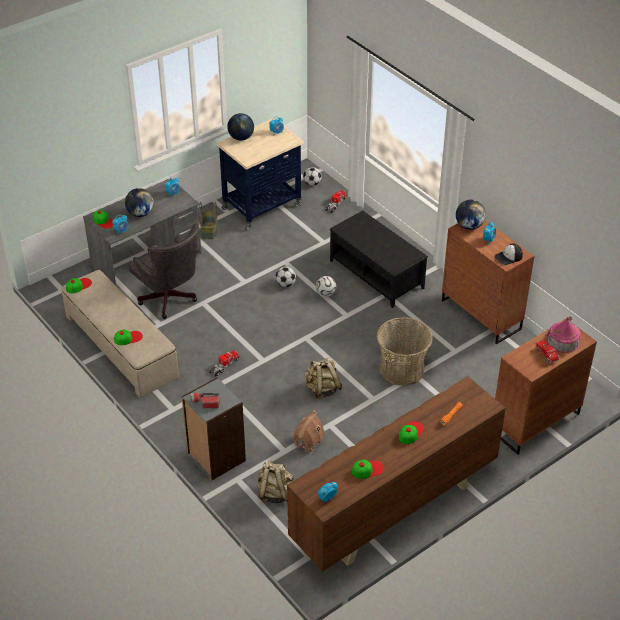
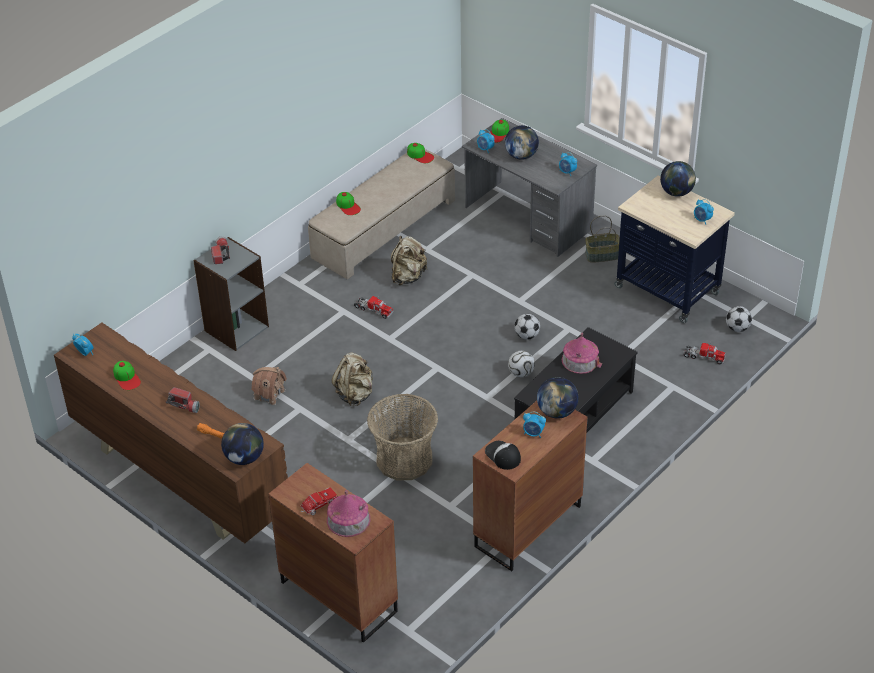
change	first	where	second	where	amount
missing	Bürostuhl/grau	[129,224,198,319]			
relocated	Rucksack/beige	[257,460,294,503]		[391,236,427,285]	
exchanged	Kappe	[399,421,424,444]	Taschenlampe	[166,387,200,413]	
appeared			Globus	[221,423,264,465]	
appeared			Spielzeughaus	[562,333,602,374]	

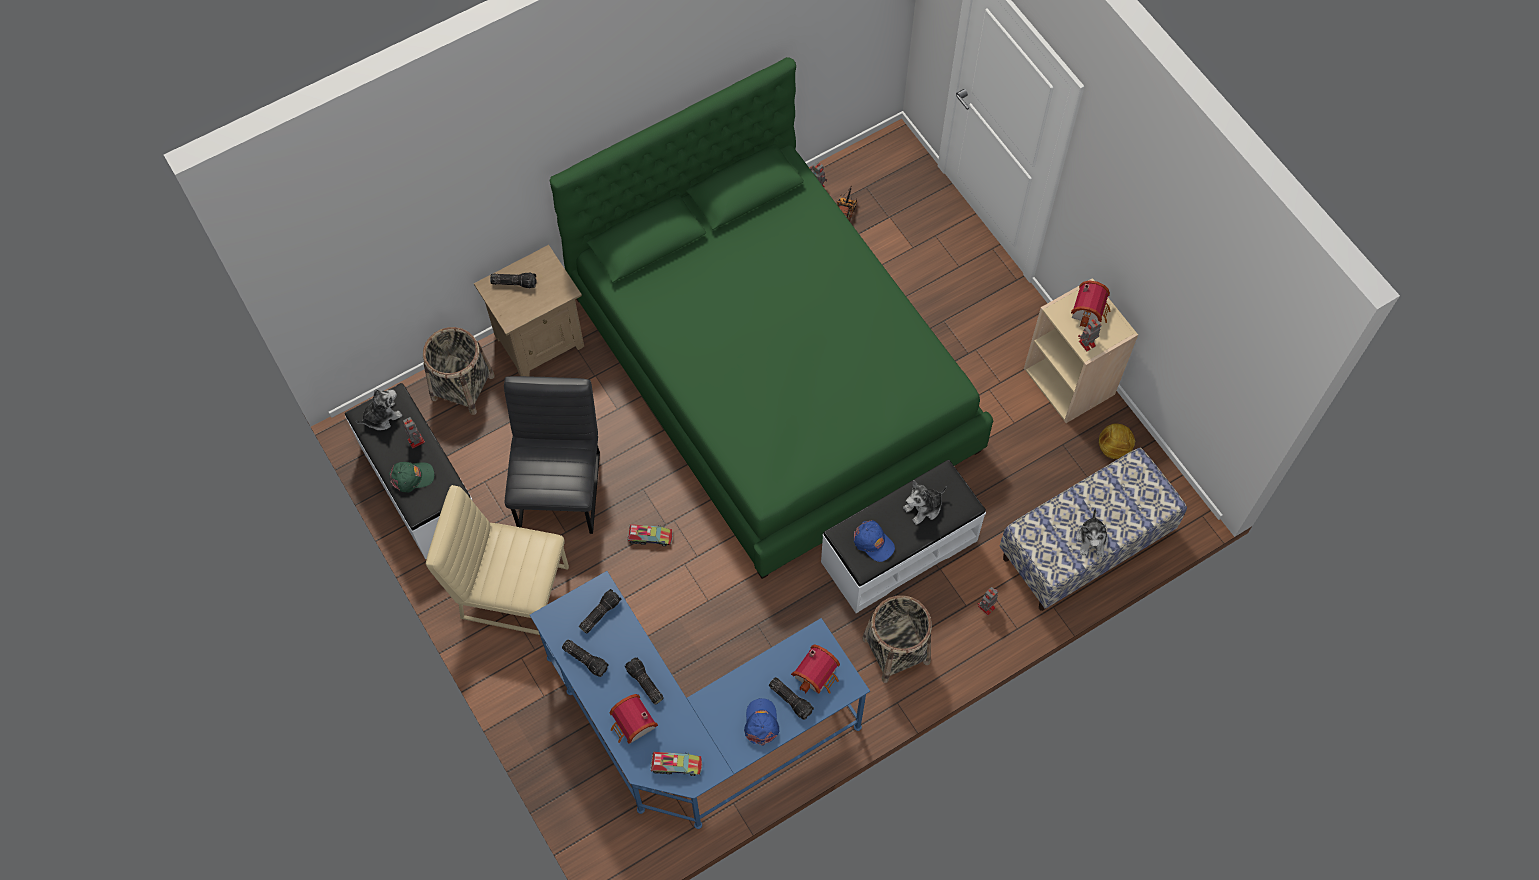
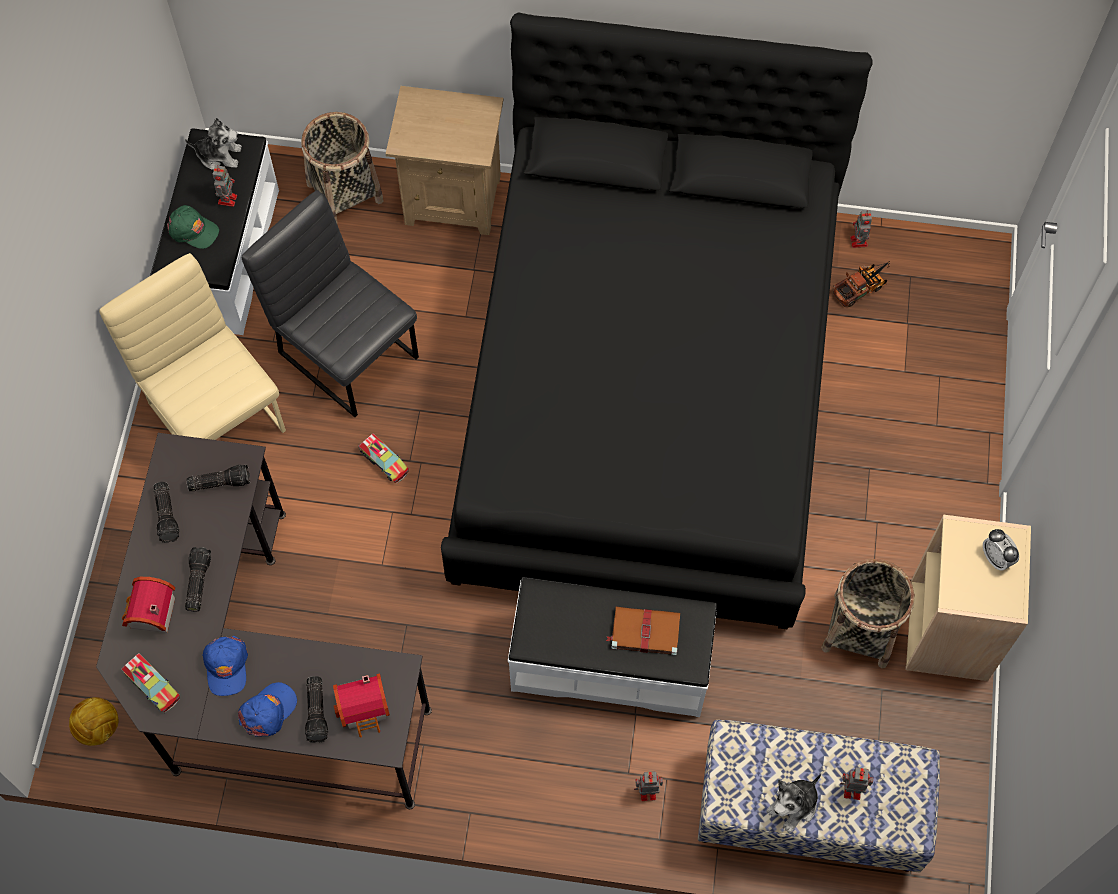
change	first	where	second	where	amount
missing	Taschenlampe	[490,273,537,288]			
spun	Stuhl/grau	[504,376,600,534]		[242,190,419,417]	90 degrees counterclockwise
colour	Schreibtisch/blau	[530,571,870,829]	Schreibtisch/schwarz	[96,433,432,809]	
colour	Bett/grün	[550,57,993,579]	Bett/schwarz	[441,12,873,629]	
relocated	Kappe/blau	[854,520,895,562]		[203,636,248,696]	
relocated	Korb	[862,595,932,683]		[821,559,915,668]	
exchanged	Plüschtier	[903,480,947,525]	Buch/braun	[606,606,680,656]	
exchanged	Spielzeughaus	[1071,280,1111,327]	Wecker	[983,529,1019,571]	
relocated	Spielzeugroboter	[1078,318,1101,351]		[840,767,873,800]	
relocated	Fußball	[1099,423,1136,459]		[69,697,118,746]	

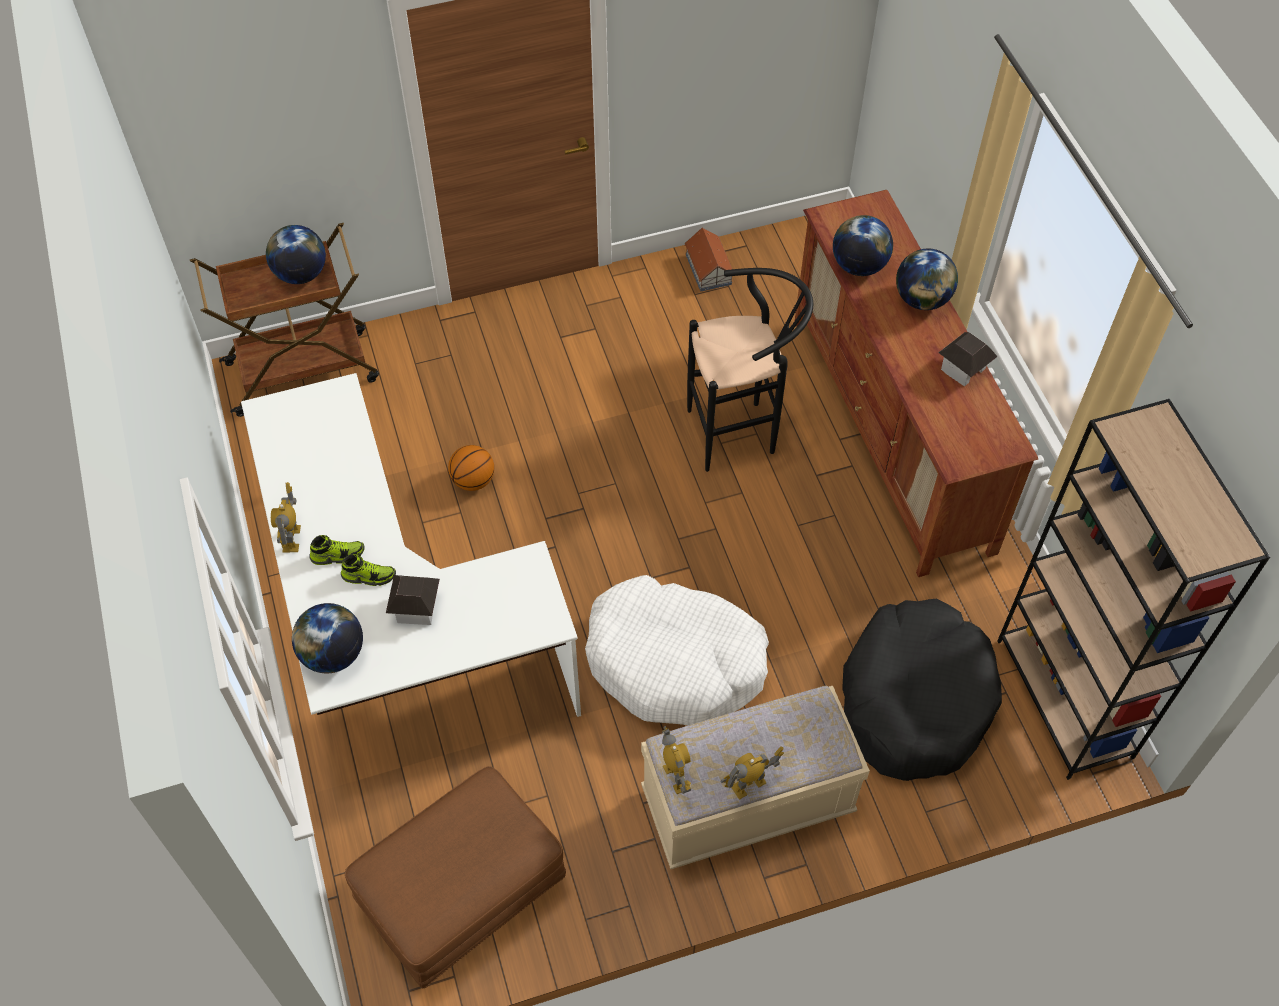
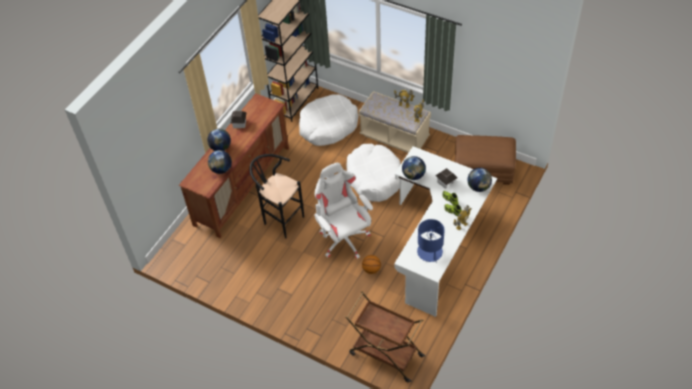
change	first	where	second	where	amount
relocated	Globus	[266,225,326,284]		[402,156,426,180]	
missing	Spielzeughaus	[684,228,732,291]			
colour	Hundebett/schwarz	[842,599,1002,781]	Hundebett/weiß	[299,94,359,146]	
appeared			Bürostuhl/weiß	[314,163,373,259]	
appeared			Tischlampe/blau	[417,219,445,263]	

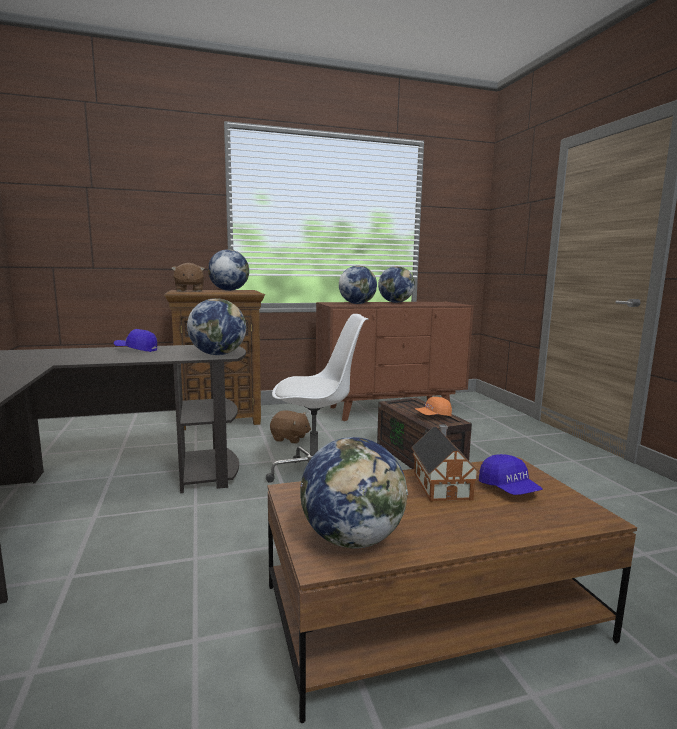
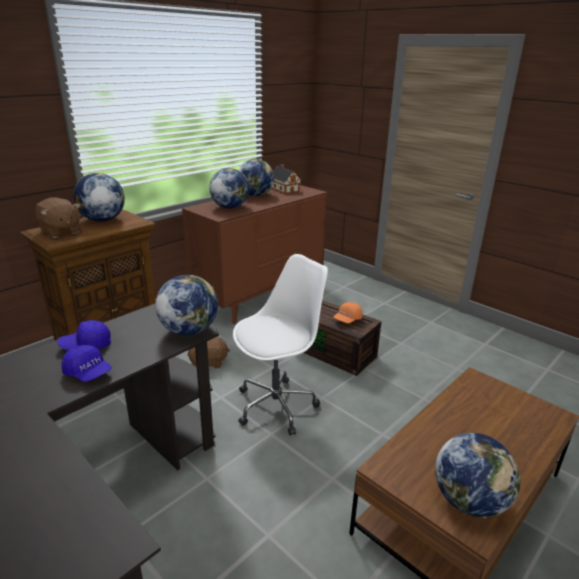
change	first	where	second	where	amount
relocated	Spielzeughaus	[411,424,480,502]		[272,164,301,194]	
relocated	Kappe/blau	[479,454,543,495]		[62,345,112,382]	

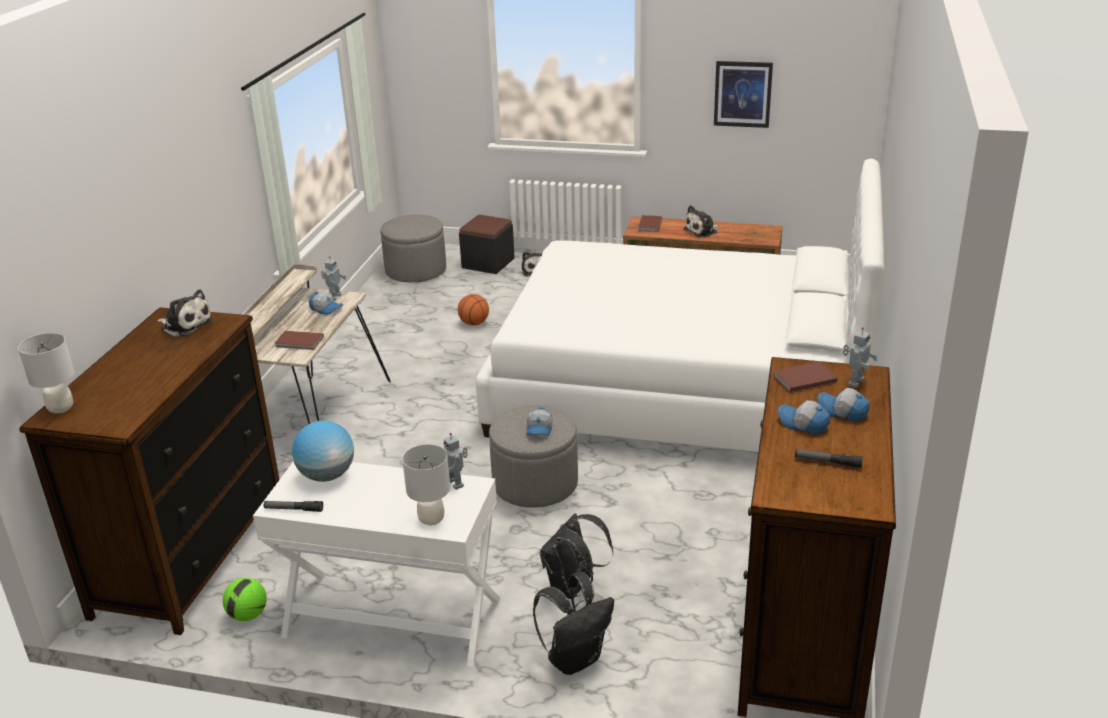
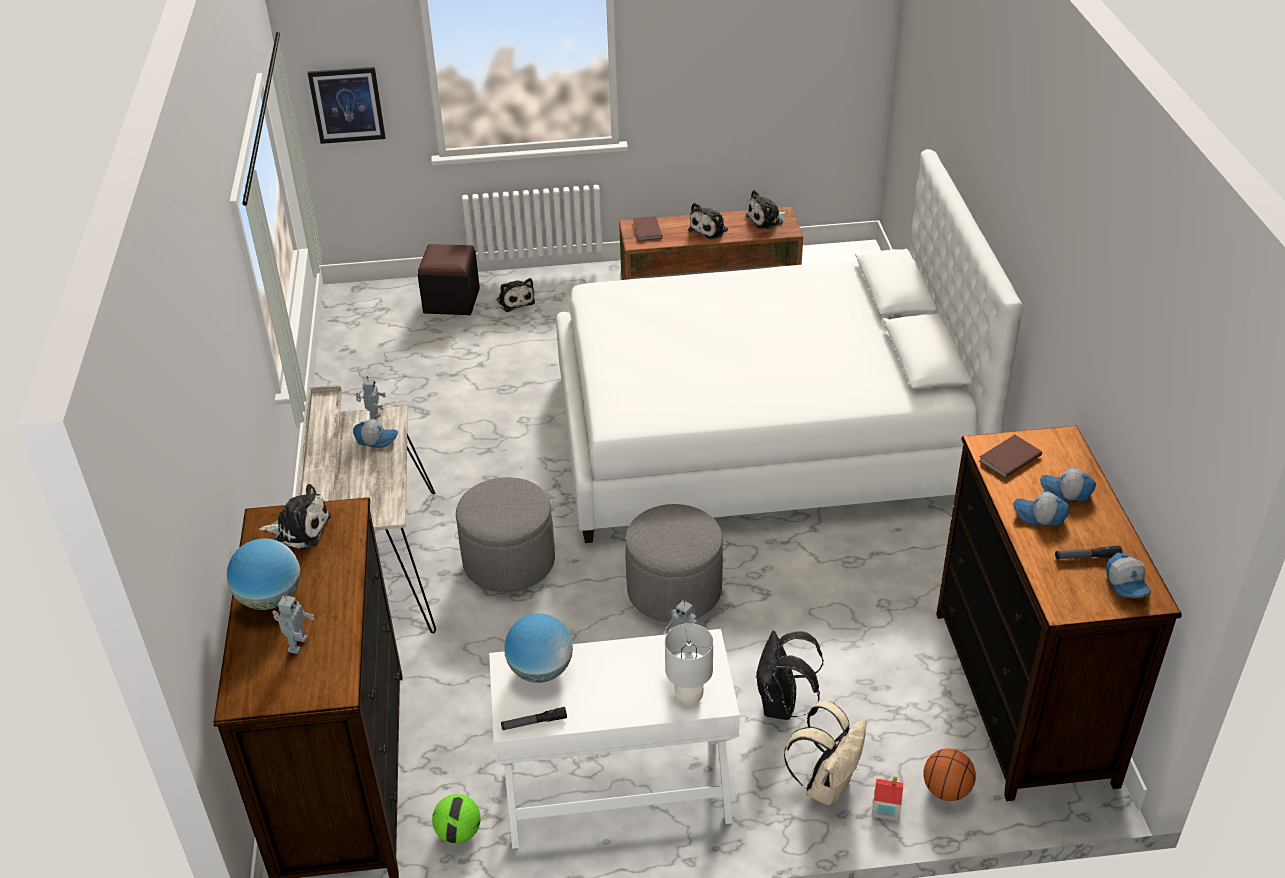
change	first	where	second	where	amount
missing	Tischlampe/grau	[18,333,74,414]			
missing	Buch/braun	[275,331,324,350]			
relocated	Polsterhocker/grau	[380,214,446,282]		[456,477,555,592]	
relocated	Basketball	[458,294,489,326]		[924,748,976,801]	
relocated	Kappe	[527,407,552,436]		[1106,553,1151,598]	
colour	Rucksack/schwarz	[533,572,614,675]	Rucksack/beige	[784,701,867,805]	
relocated	Bild	[714,61,773,128]		[308,67,386,144]	
relocated	Spielzeugroboter	[843,327,878,388]		[272,594,315,654]	
appeared			Globus	[227,539,300,610]	
appeared			Plüschtier	[745,190,788,230]	
appeared			Spielzeughaus	[872,776,903,821]	

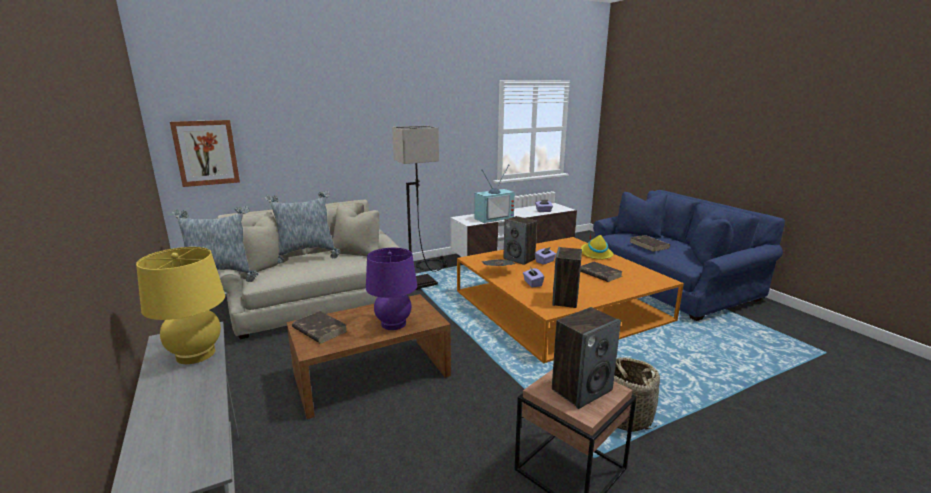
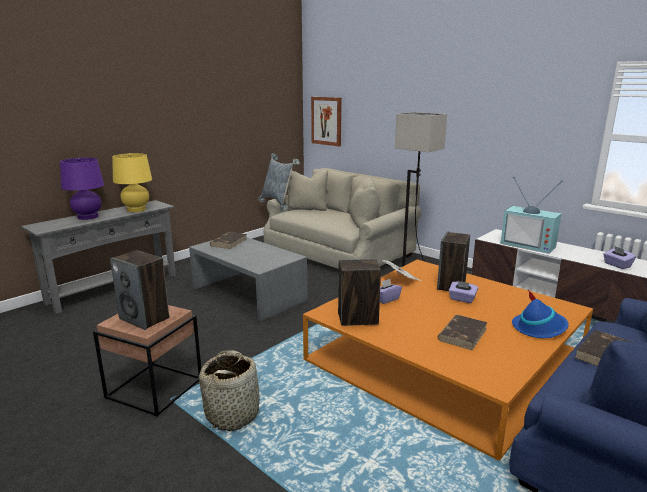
change	first	where	second	where	amount
missing	Kissen	[264,191,341,263]			
colour	Couchtisch/braun	[286,294,451,419]	Couchtisch/grau	[189,237,308,321]	
relocated	Tischlampe/lila	[366,248,417,330]		[60,158,104,220]	
colour	Hut/gelb	[581,233,613,260]	Hut/blau	[512,290,569,338]	

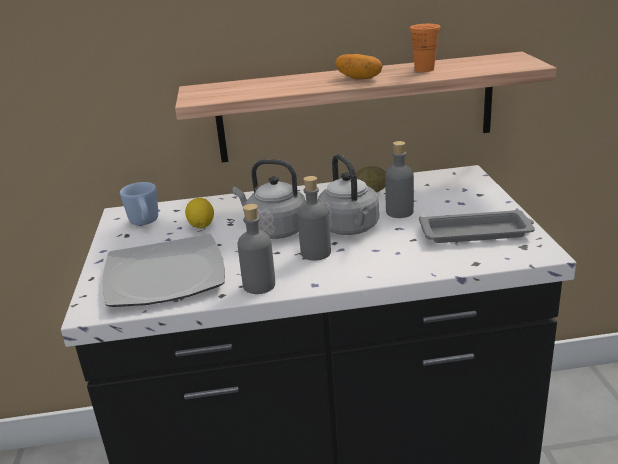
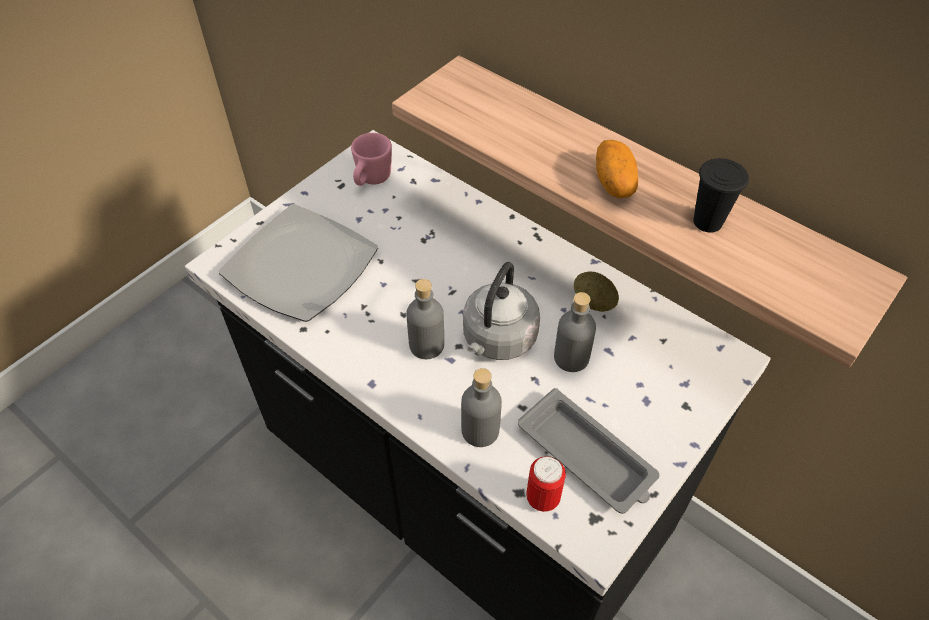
change	first	where	second	where	amount
colour	Henkelbecher/blau	[120,182,158,225]	Henkelbecher/rosa	[351,133,392,186]	
missing	Zitrone	[185,198,214,228]			
missing	Wasserkessel/grau	[233,159,306,239]			
relocated	Flasche/grau	[238,204,275,294]		[461,368,502,447]	
colour	Tasse/orange	[409,24,441,72]	Tasse/schwarz	[693,158,749,232]	
appeared			Dose	[526,456,566,512]	

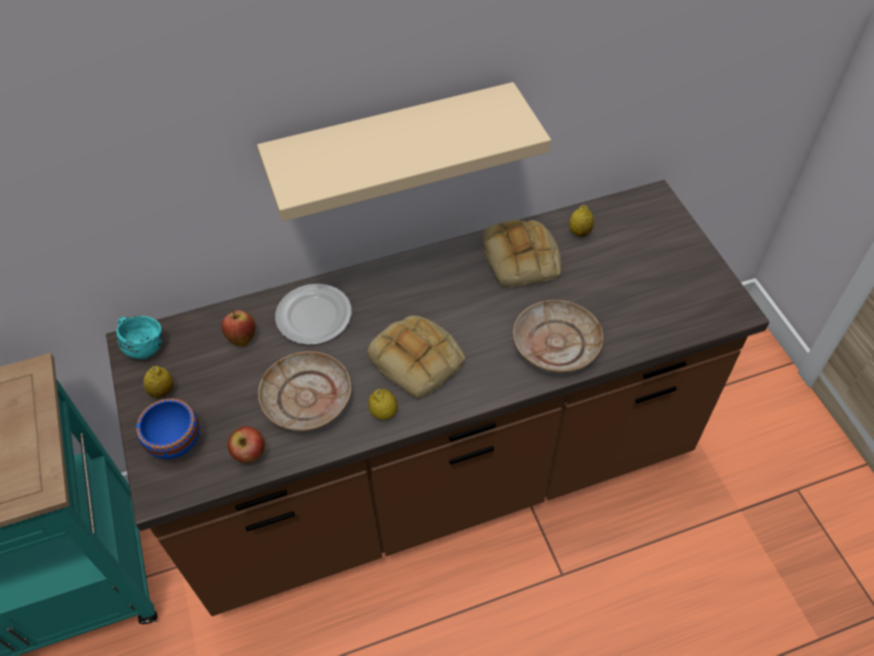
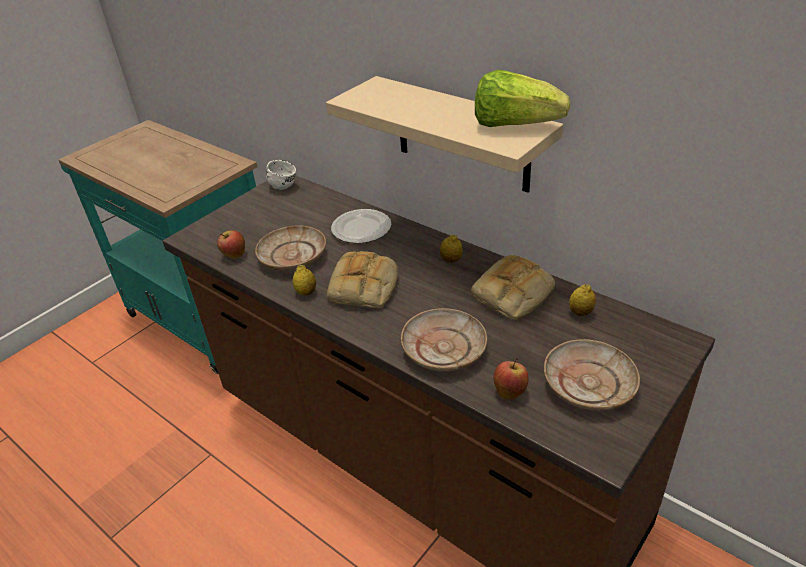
change	first	where	second	where	amount
colour	Henkelbecher/türkis	[116,316,162,360]	Henkelbecher/weiß	[266,160,296,190]	
missing	Schüssel/blau	[136,399,200,459]			
relocated	Zitrone	[143,366,173,398]		[440,235,463,263]	
relocated	Apfel	[221,308,256,347]		[494,358,529,399]	
appeared			Salatkopf	[475,70,570,127]	
appeared			Teller/beige	[544,339,640,411]	

